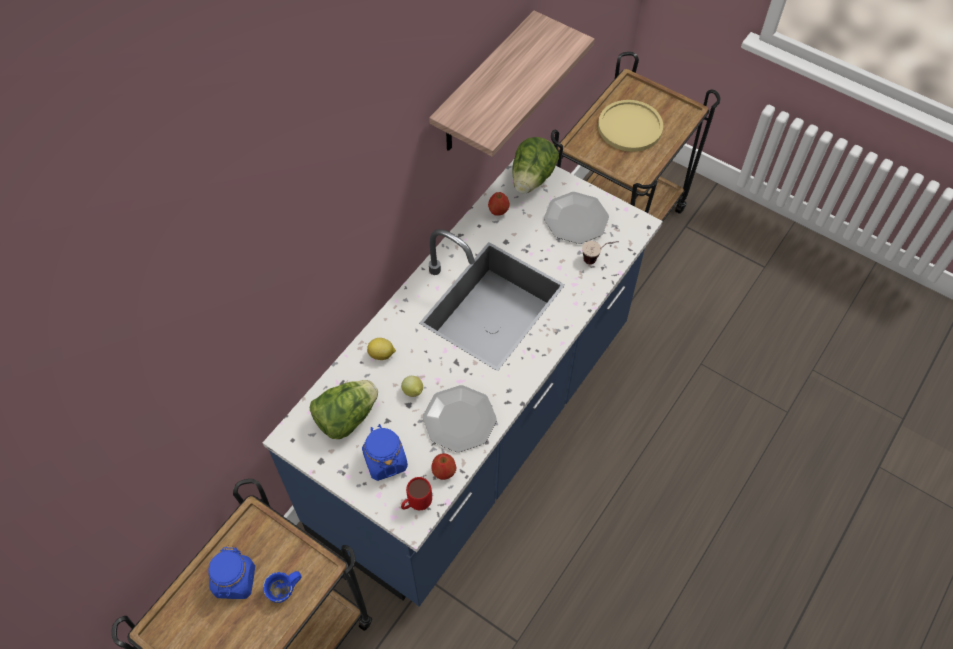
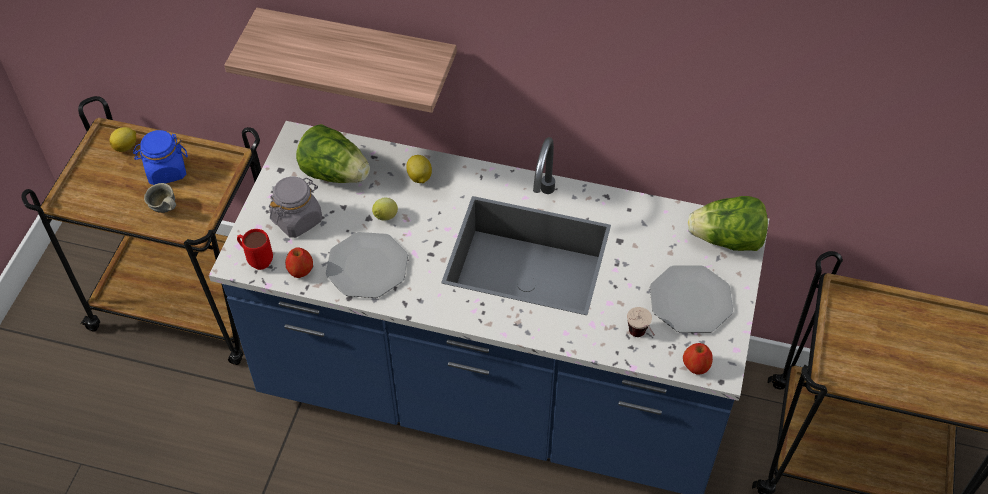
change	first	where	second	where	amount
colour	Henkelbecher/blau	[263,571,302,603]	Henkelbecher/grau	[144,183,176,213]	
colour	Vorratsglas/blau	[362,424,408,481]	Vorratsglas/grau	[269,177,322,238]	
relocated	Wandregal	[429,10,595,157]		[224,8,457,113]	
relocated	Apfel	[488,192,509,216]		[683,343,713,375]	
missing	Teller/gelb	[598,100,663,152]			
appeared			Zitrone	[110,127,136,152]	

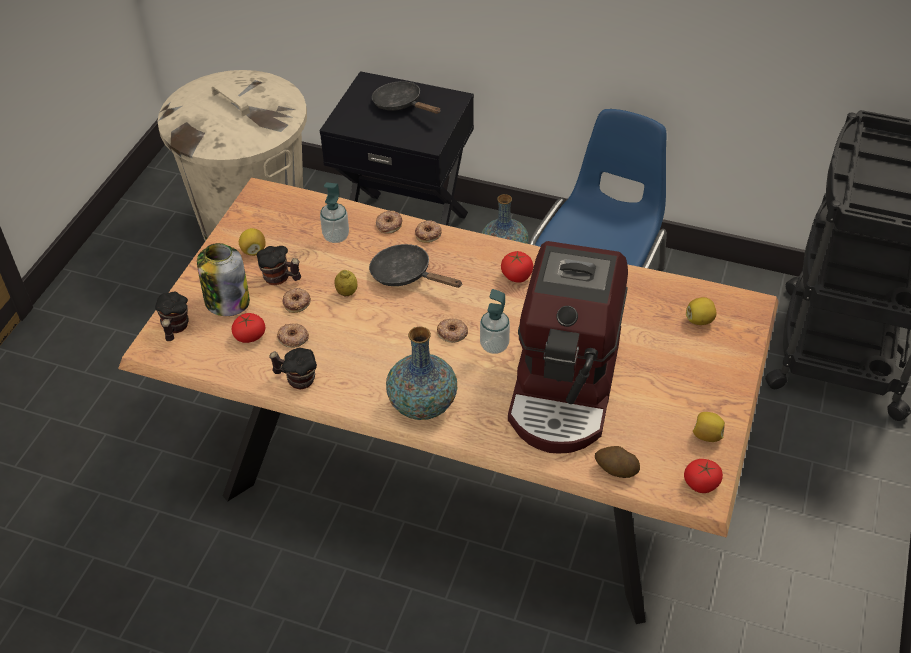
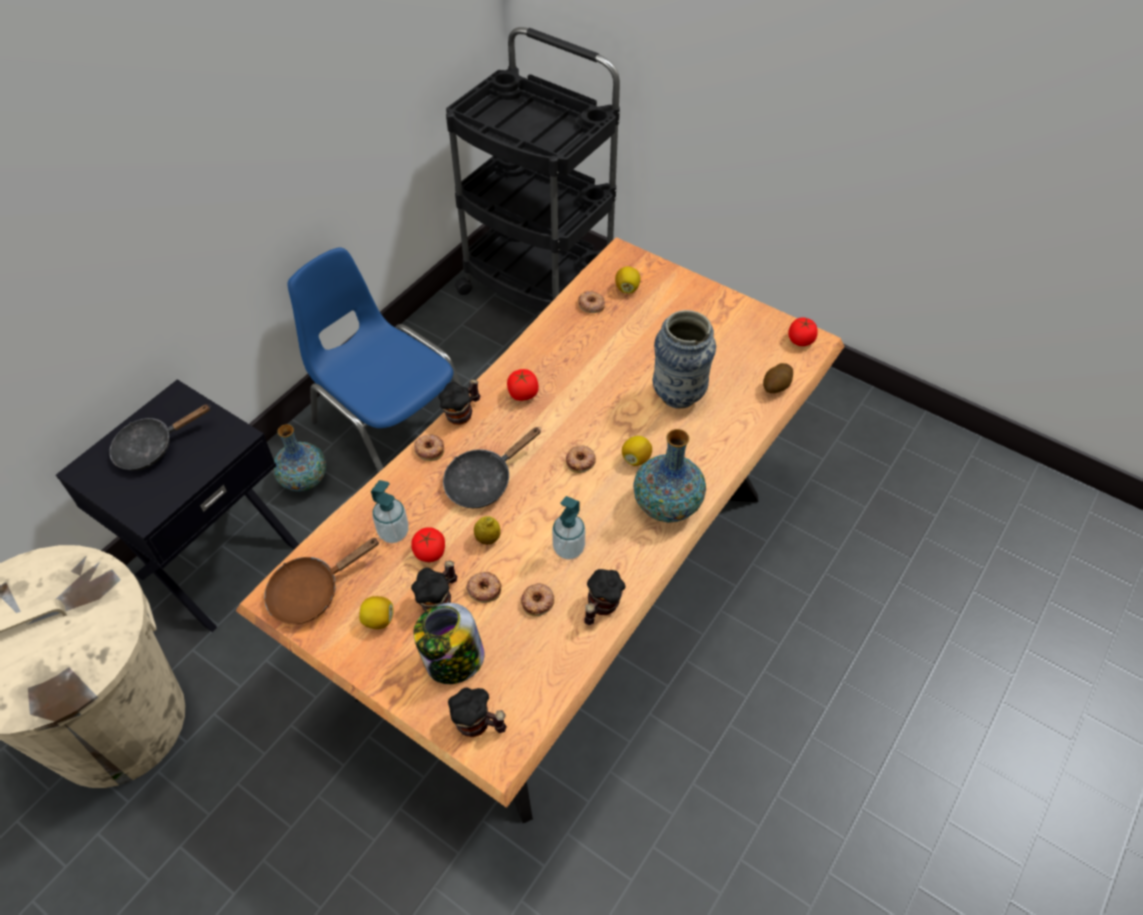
change	first	where	second	where	amount
relocated	Tomate	[232,313,265,343]		[411,527,445,562]	
relocated	Donut	[376,211,402,234]		[578,291,605,313]	
relocated	Seifenspender	[480,289,510,354]		[552,496,585,560]	
exchanged	Kaffeemaschine	[508,241,628,453]	Vase	[653,310,716,409]	
relocated	Zitrone	[693,412,725,442]		[622,436,652,466]	
appeared			Pfanne/braun	[264,538,380,624]	
appeared			Henkelbecher	[438,379,480,425]	

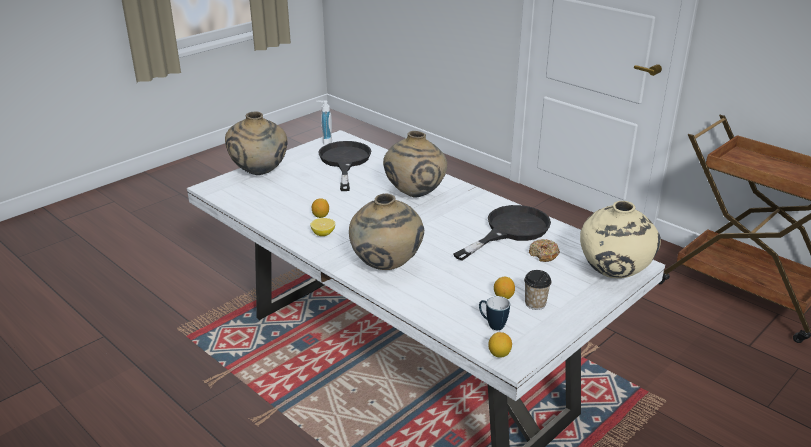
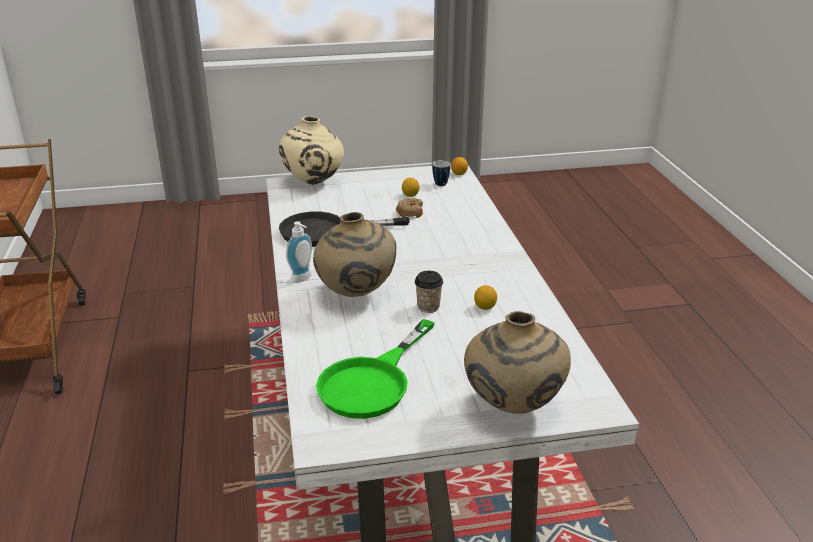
change	first	where	second	where	amount
missing	Zitrone	[310,218,335,236]			
relocated	Seifenspender	[316,100,332,145]		[286,221,312,283]	
colour	Pfanne/schwarz	[318,141,371,191]	Pfanne/grün	[316,319,435,419]	
missing	Vase/beige	[349,194,424,270]			
relocated	Tasse	[524,270,552,310]		[415,271,443,313]	
relocated	Donut	[529,239,560,262]		[396,198,423,218]	

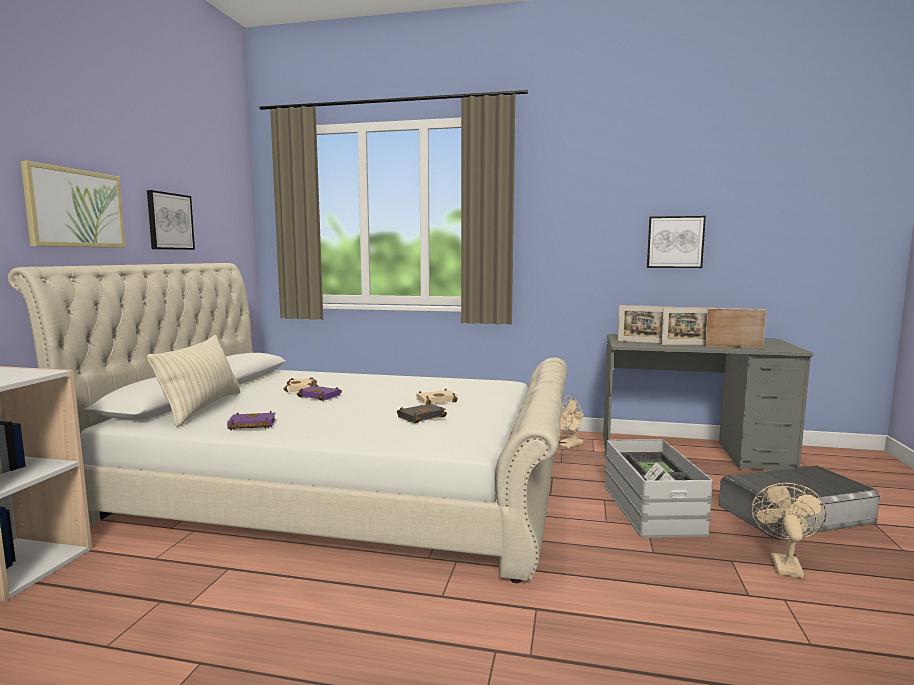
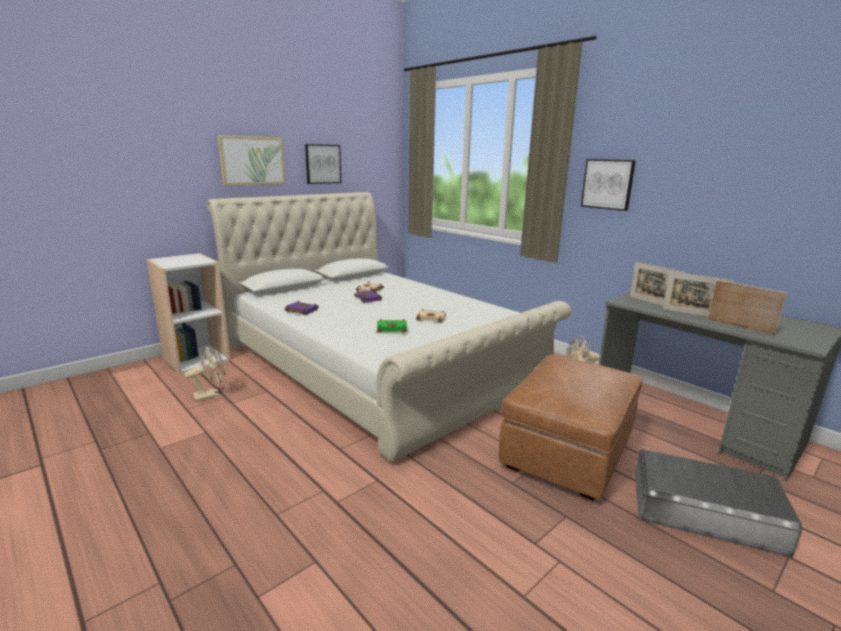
change	first	where	second	where	amount
missing	Kissen/beige	[147,335,240,427]			
colour	Buch/schwarz	[397,402,447,423]	Buch/grün	[377,319,407,333]	
exchanged	Aufbewahrungsbox/grau	[604,439,713,538]	Polsterhocker/braun	[499,355,643,501]	
relocated	Bild	[647,216,706,268]		[581,159,636,211]	
relocated	Ventilator/beige	[752,483,827,578]		[184,347,225,402]	

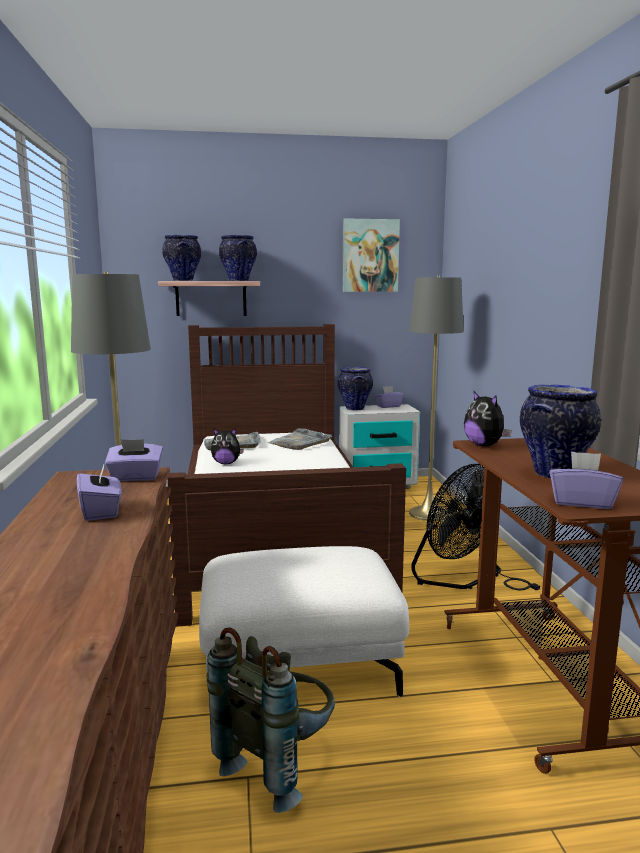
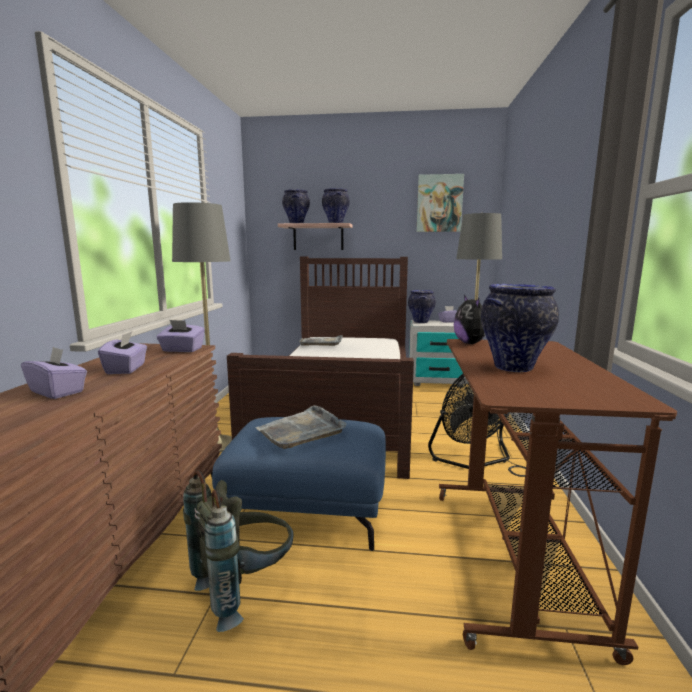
change	first	where	second	where	amount
colour	Polsterhocker/weiß	[199,546,409,697]	Polsterhocker/blau	[212,417,386,551]	
missing	Plüschtier	[211,428,244,464]			
relocated	Tablett/grau	[267,429,332,450]		[255,405,347,449]	
relocated	Taschentuchbox/lila	[549,451,623,509]		[21,347,87,399]	

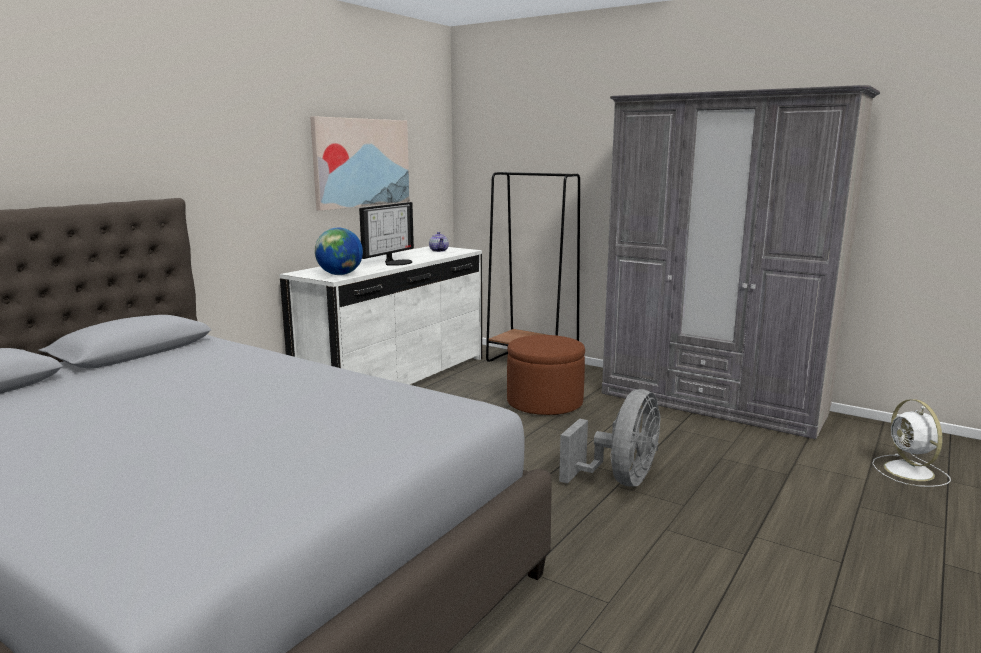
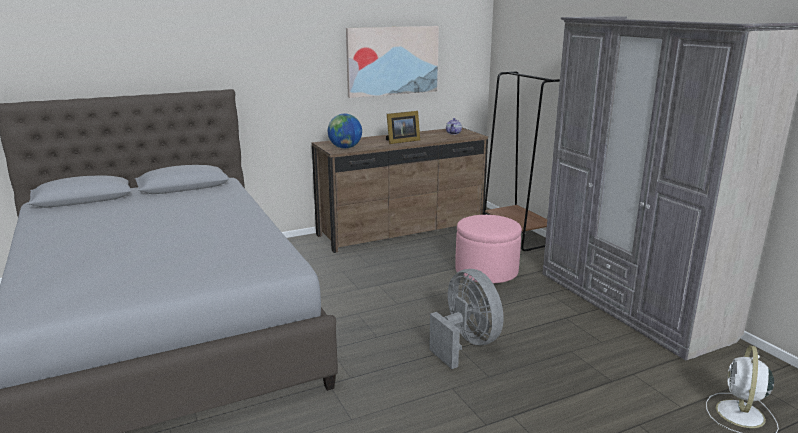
change	first	where	second	where	amount
colour	Kommode/weiß	[279,246,482,385]	Kommode/braun	[312,128,488,253]	
exchanged	Monitor	[359,202,414,266]	Bilderrahmen	[386,111,420,144]	
colour	Polsterhocker/braun	[507,335,585,415]	Polsterhocker/rosa	[455,215,522,283]	
spun	Ventilator/grau	[559,389,661,486]		[429,269,503,369]	90 degrees counterclockwise

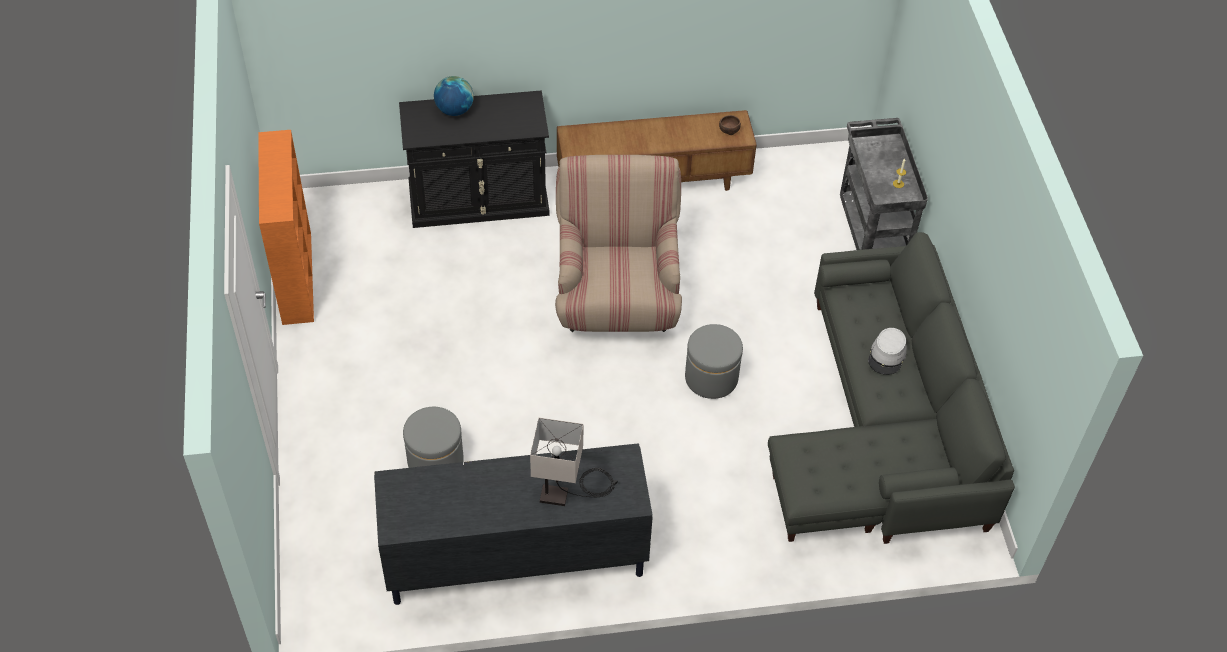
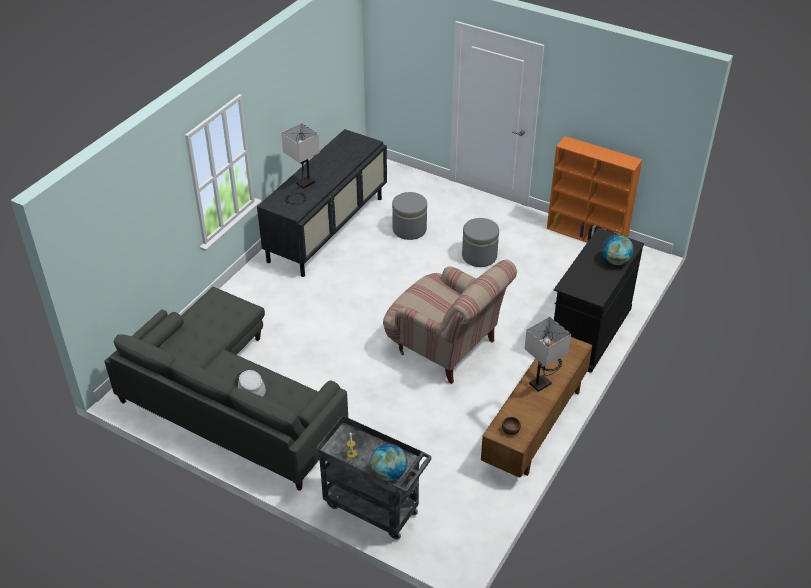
change	first	where	second	where	amount
relocated	Polsterhocker/grau	[685,324,743,399]		[462,218,499,267]	
appeared			Globus	[370,444,407,481]	
appeared			Tischlampe	[524,317,571,392]	

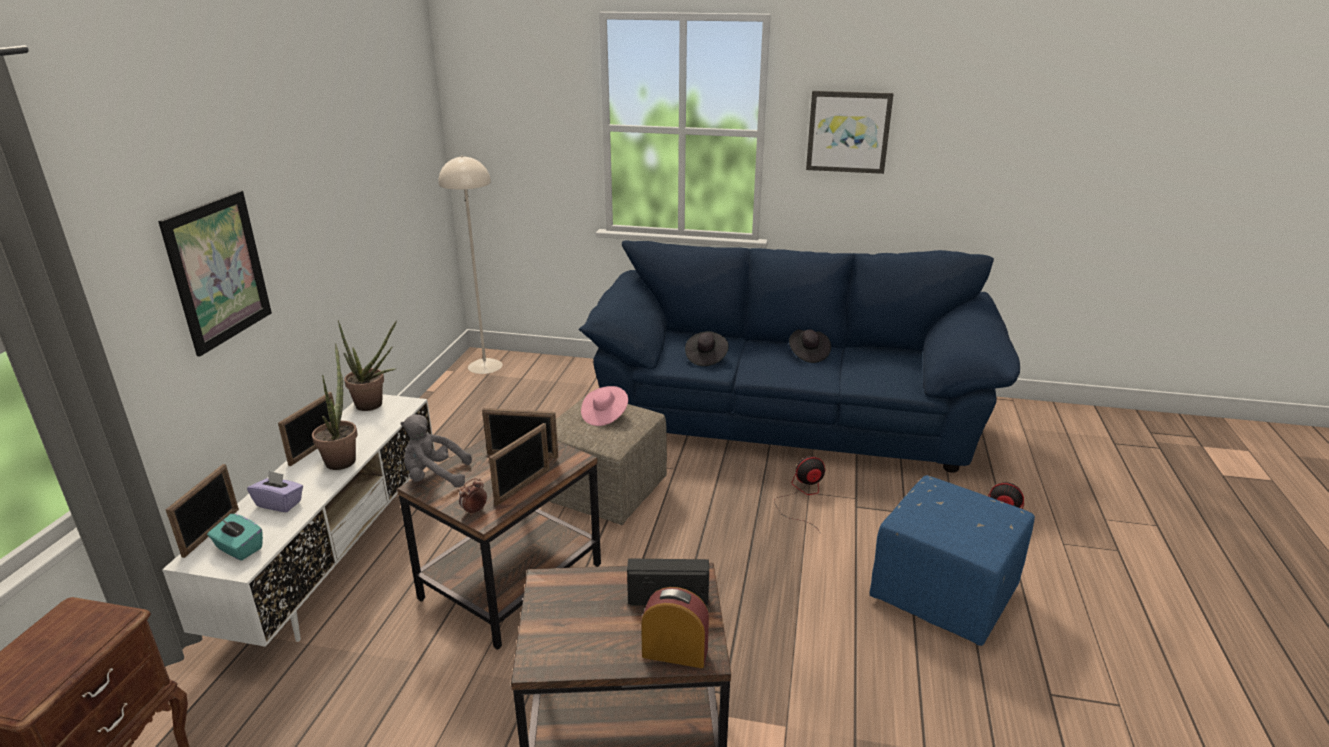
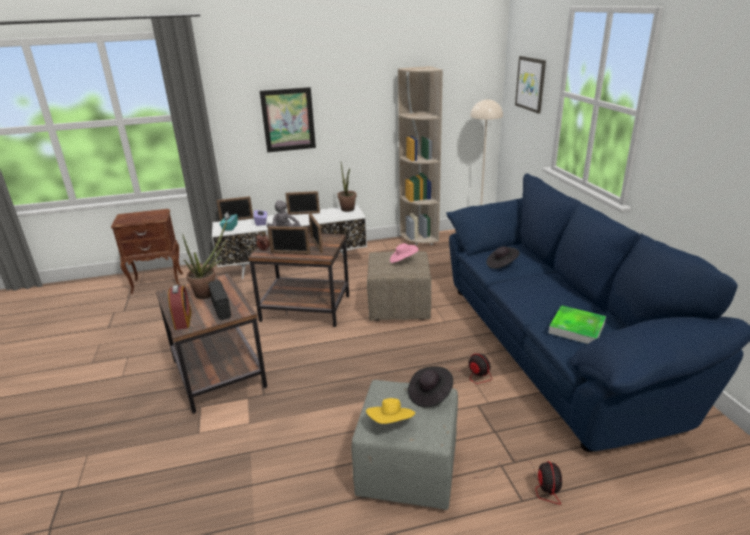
change	first	where	second	where	amount
relocated	Topfpflanze	[312,343,358,470]		[182,221,227,299]	
relocated	Hut/schwarz	[789,329,831,363]		[408,366,453,408]	
relocated	Bild	[806,91,893,174]		[515,56,546,114]	
colour	Polsterhocker/blau	[869,475,1035,646]	Polsterhocker/grau	[352,380,458,510]	
appeared			Hut/gelb	[366,398,415,424]	
appeared			Bücherregal/beige	[398,66,443,245]	
appeared			Tablett	[548,305,606,344]	

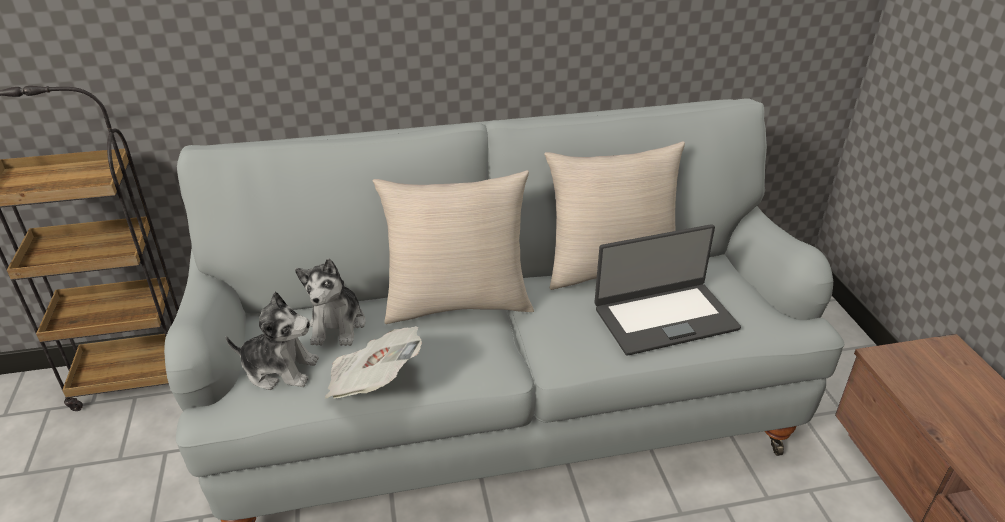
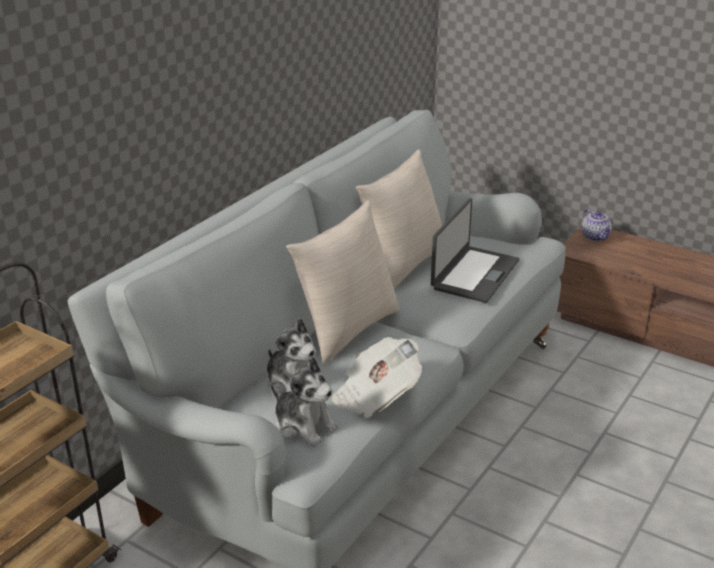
change	first	where	second	where	amount
spun	Plüschtier	[225,292,319,390]		[270,357,339,447]	75 degrees clockwise
appeared			Teekanne	[581,208,612,241]	

